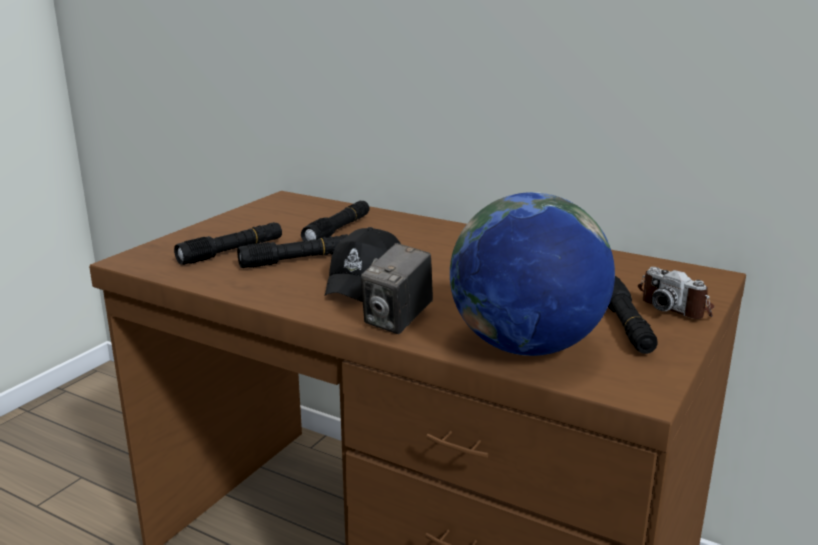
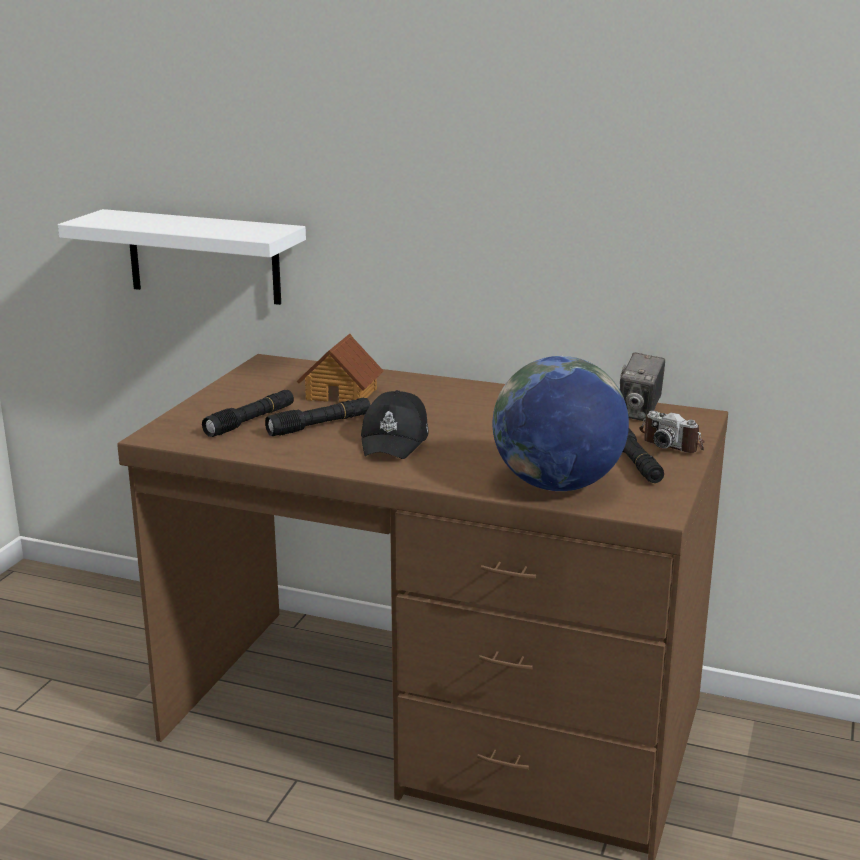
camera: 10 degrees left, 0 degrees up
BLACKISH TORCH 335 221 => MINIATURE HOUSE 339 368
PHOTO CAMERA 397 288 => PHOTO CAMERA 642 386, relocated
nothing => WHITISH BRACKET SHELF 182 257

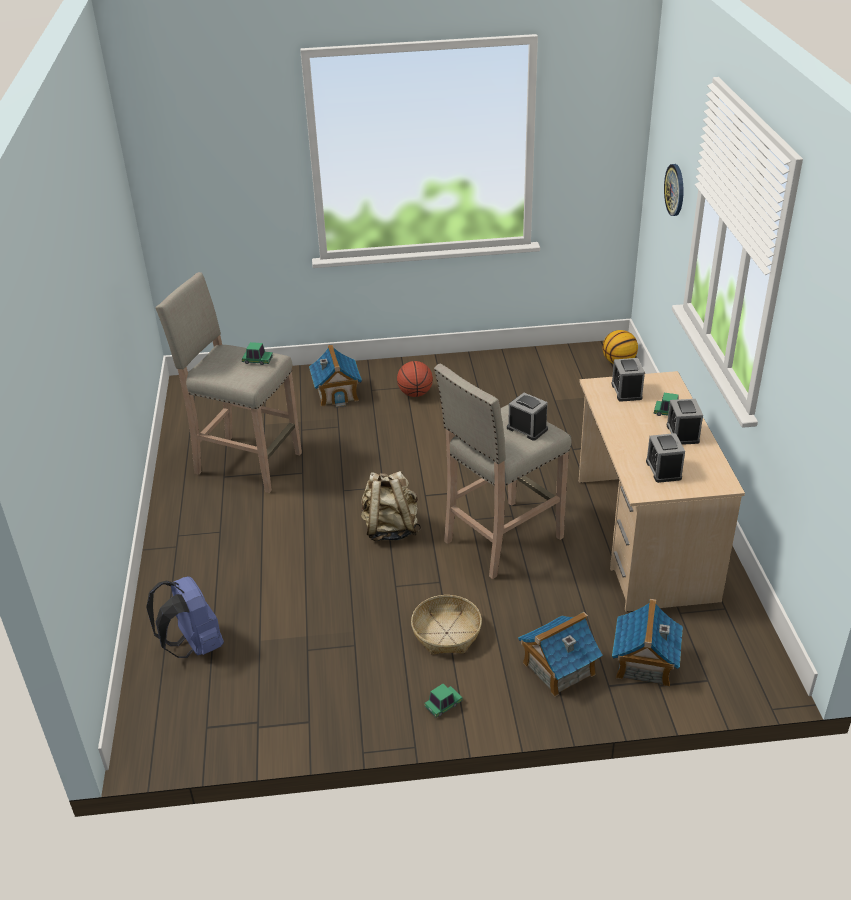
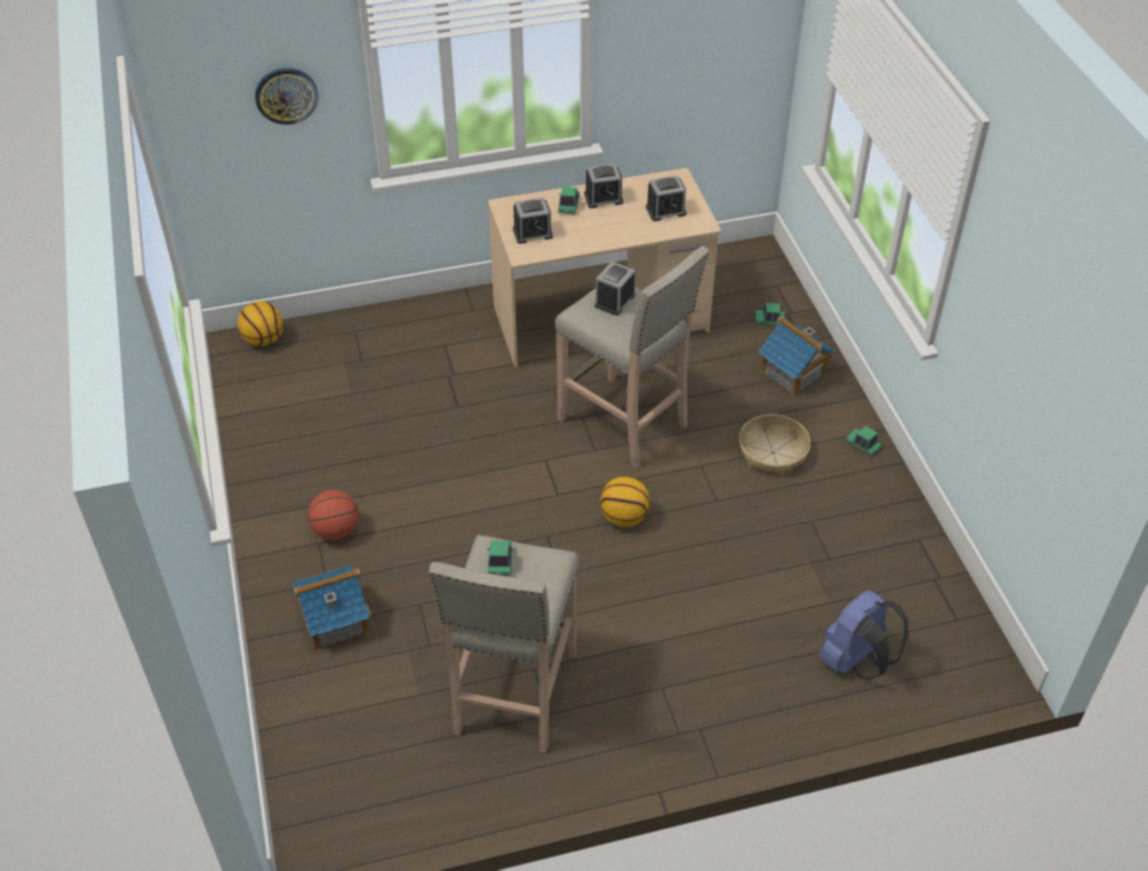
camera: 100 degrees left, 10 degrees up
SAND-COLOURED BACKPACK 391 506 => BASKETBALL BALL 625 501
MINIATURE HOUSE 647 643 => TOY CAR 770 314

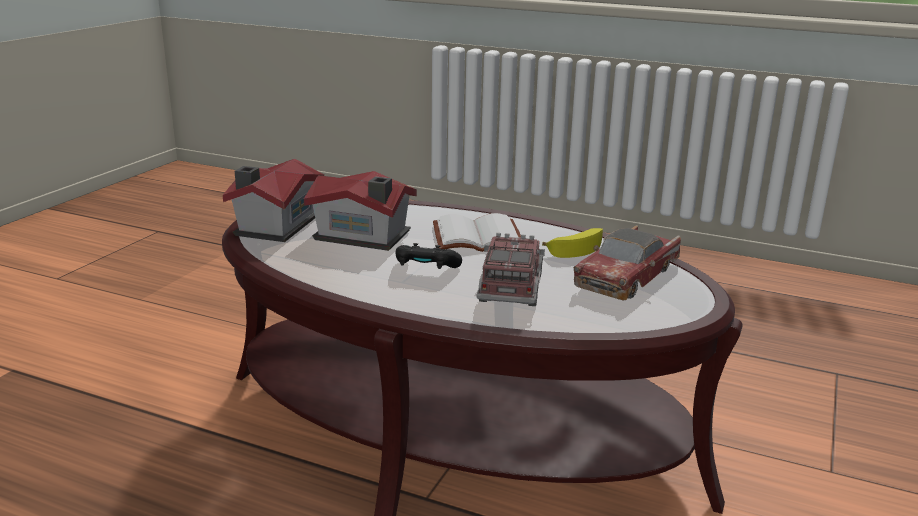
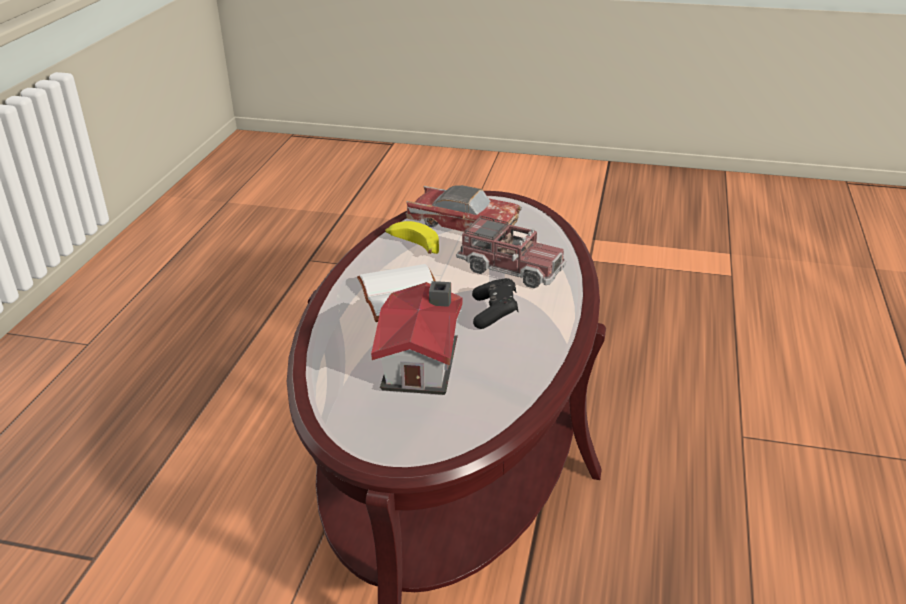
camera: 100 degrees left, 10 degrees up
MINIATURE HOUSE 273 200 => nothing
MODEL TRUCK 510 269 => MODEL TRUCK 511 252, 150 degrees counterclockwise

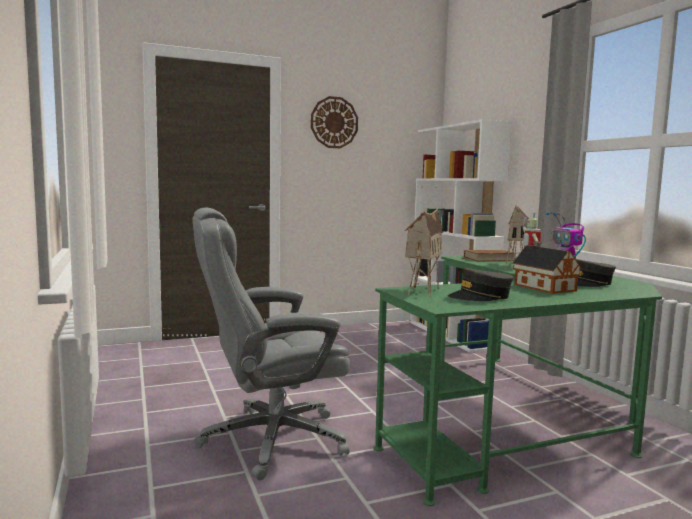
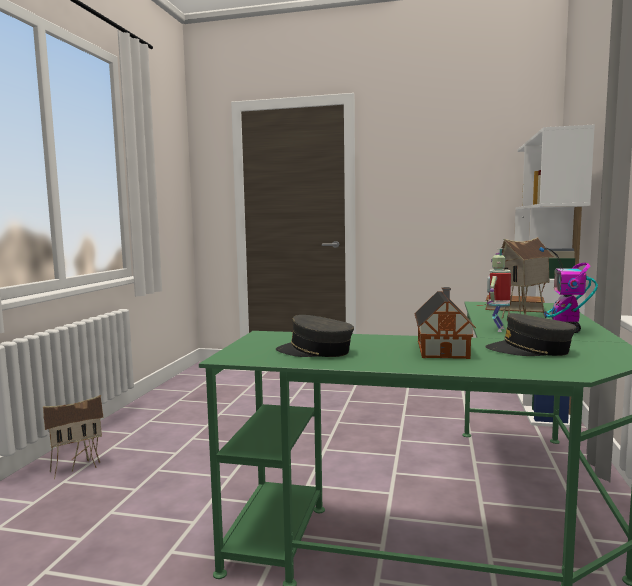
camera: 35 degrees right, 0 degrees up
GRAY COMPUTER CHAIR 271 344 => nothing
HANGING CLOCK 334 122 => nothing
MINIATURE HOUSE 423 252 => MINIATURE HOUSE 73 437, relocated

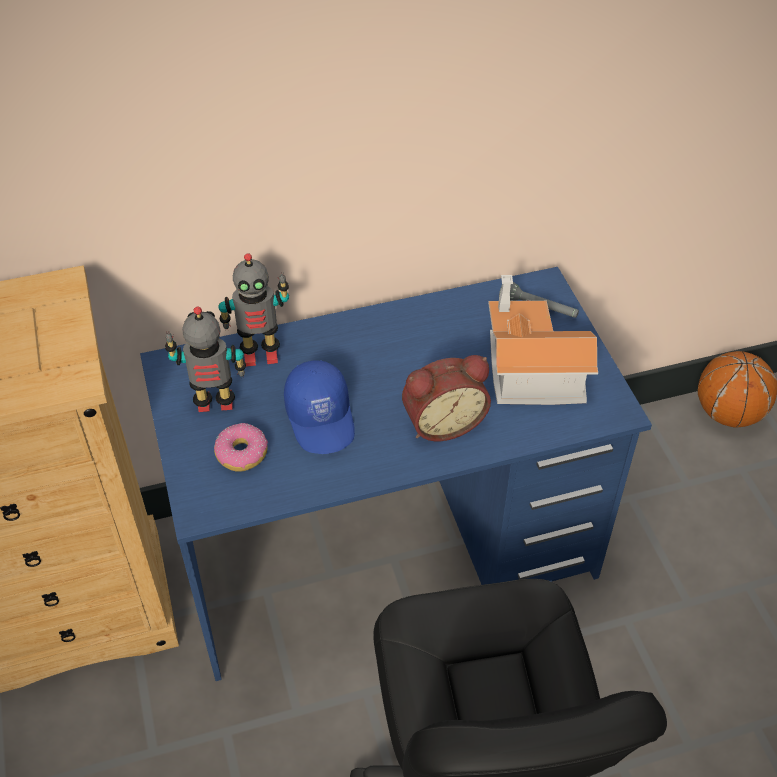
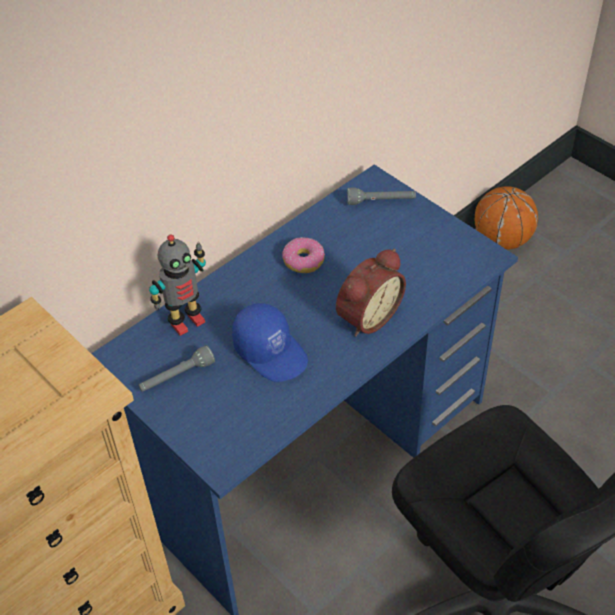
camera: 25 degrees left, 0 degrees up
ROBOT FIGURE 205 359 => GRAY TORCH 177 368
RING DOUGHNUT 241 447 => RING DOUGHNUT 303 255, relocated
MINIATURE HOUSE 543 340 => nothing

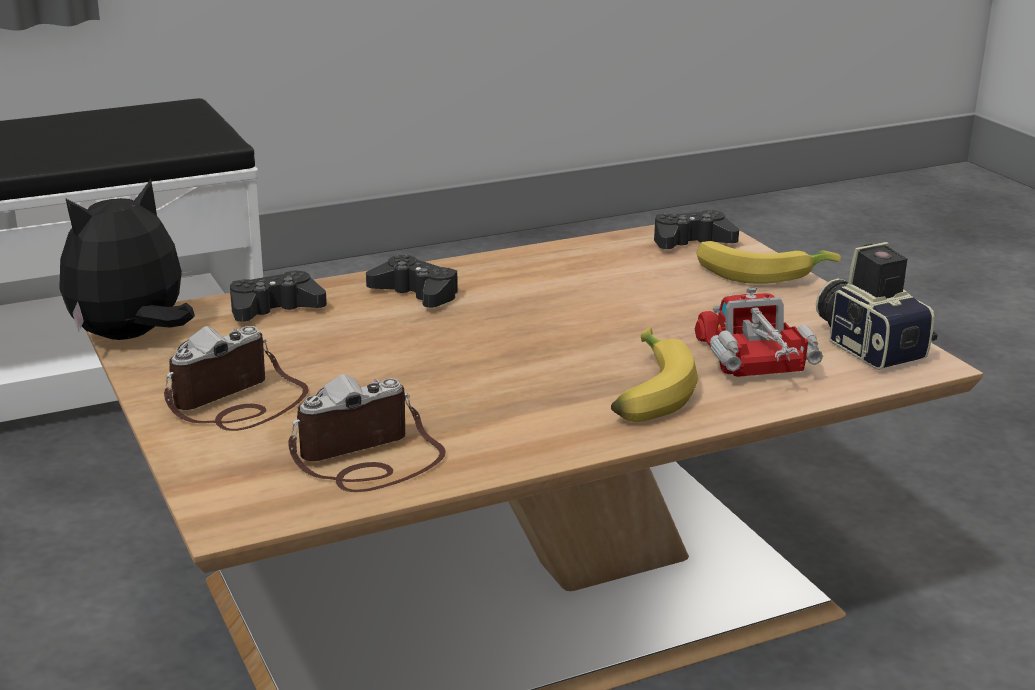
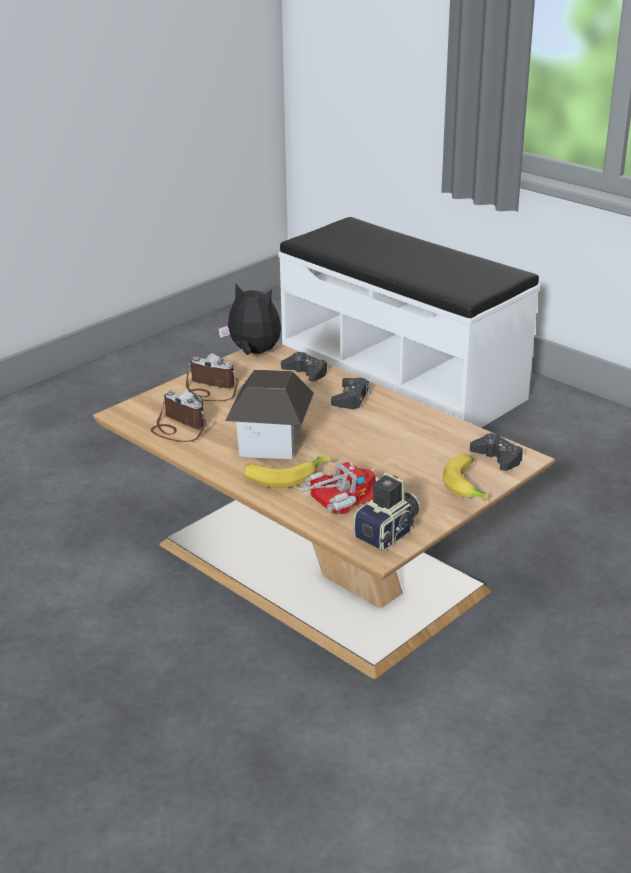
camera: 70 degrees right, 5 degrees up
nothing => MINIATURE HOUSE 269 414

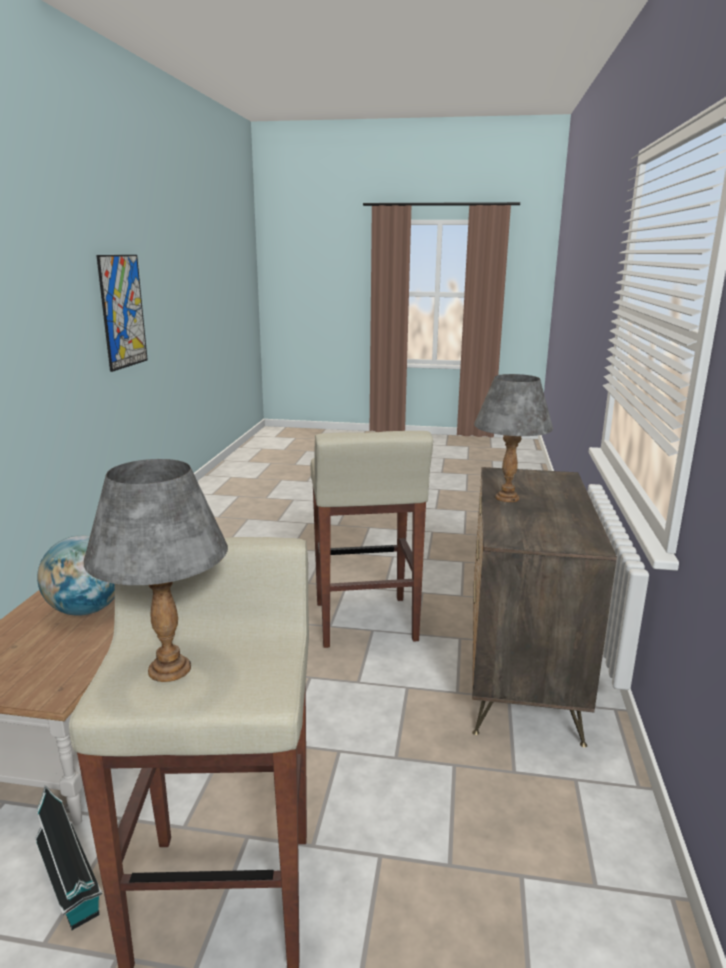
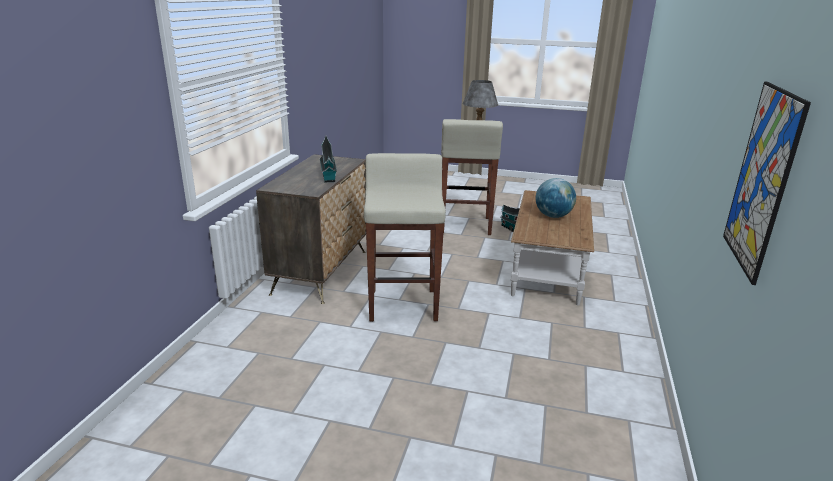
camera: 175 degrees left, 5 degrees up
GRAY TABLETOP LAMP 513 438 => MINIATURE HOUSE 328 159

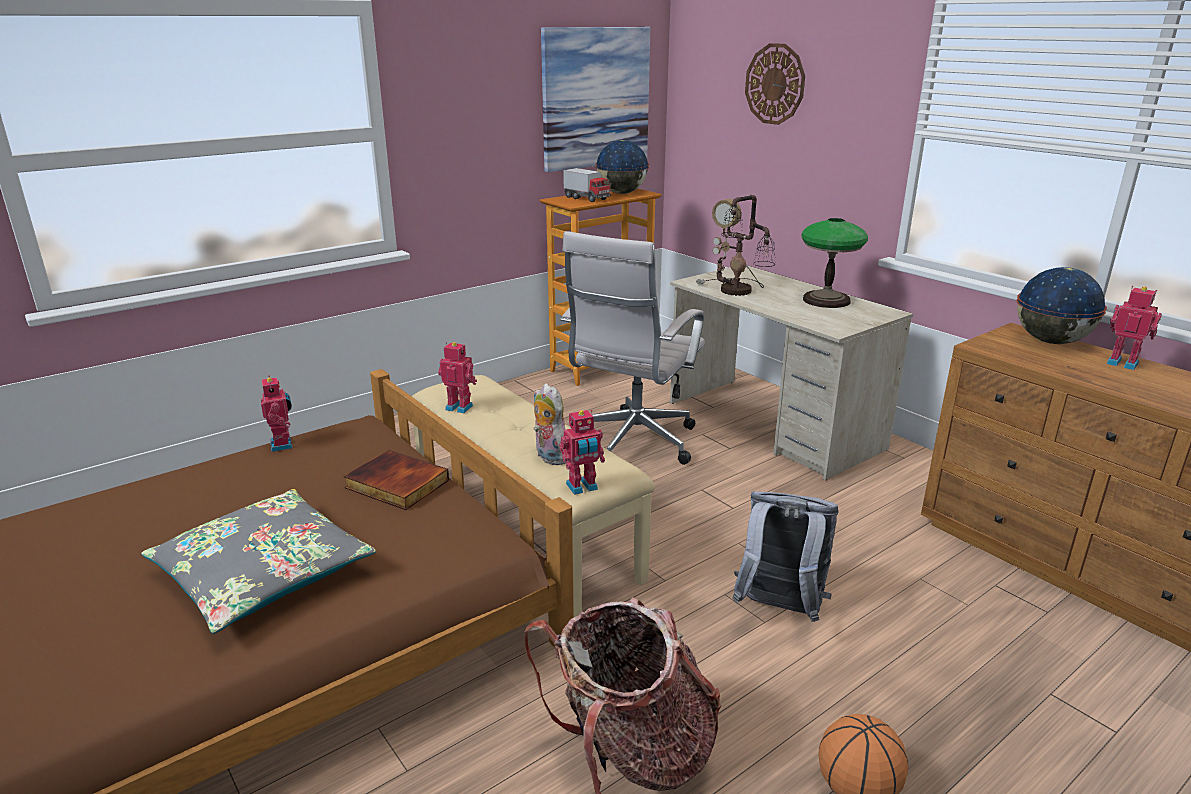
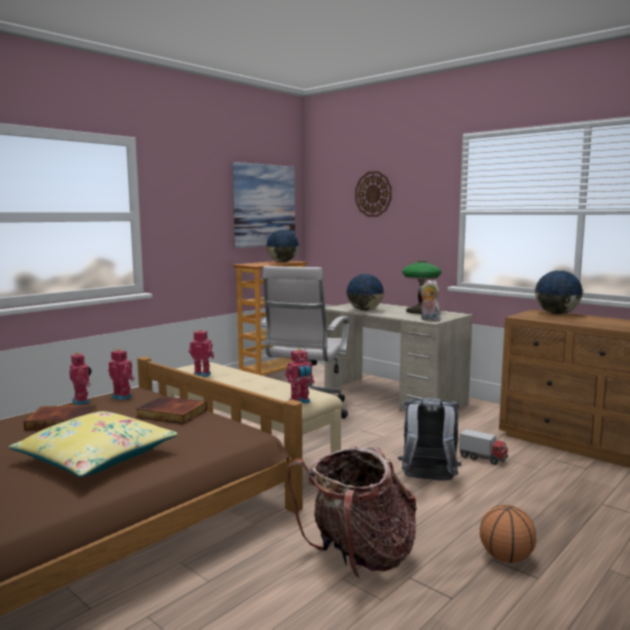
camera: 10 degrees left, 15 degrees down
GRAY THROW PILLOW 258 561 => YELLOWISH THROW PILLOW 93 444
SOFT TOY 549 424 => SOFT TOY 430 301, relocated
MODEL TRUCK 587 185 => MODEL TRUCK 483 447, relocated
TABLETOP LAMP 736 245 => WORLD GLOBE 365 292
ROBOT FIGURE 1134 328 => ROBOT FIGURE 121 374, relocated
nothing => VOLUME 60 418

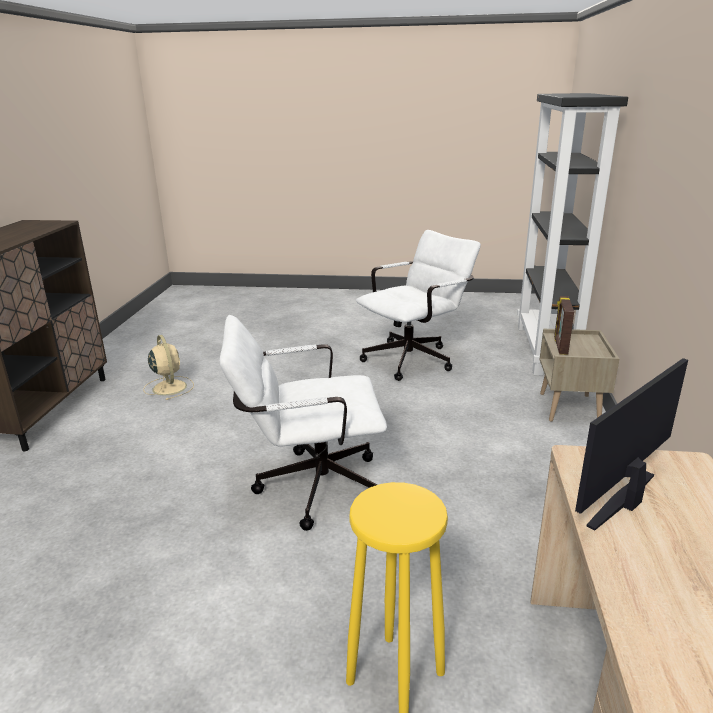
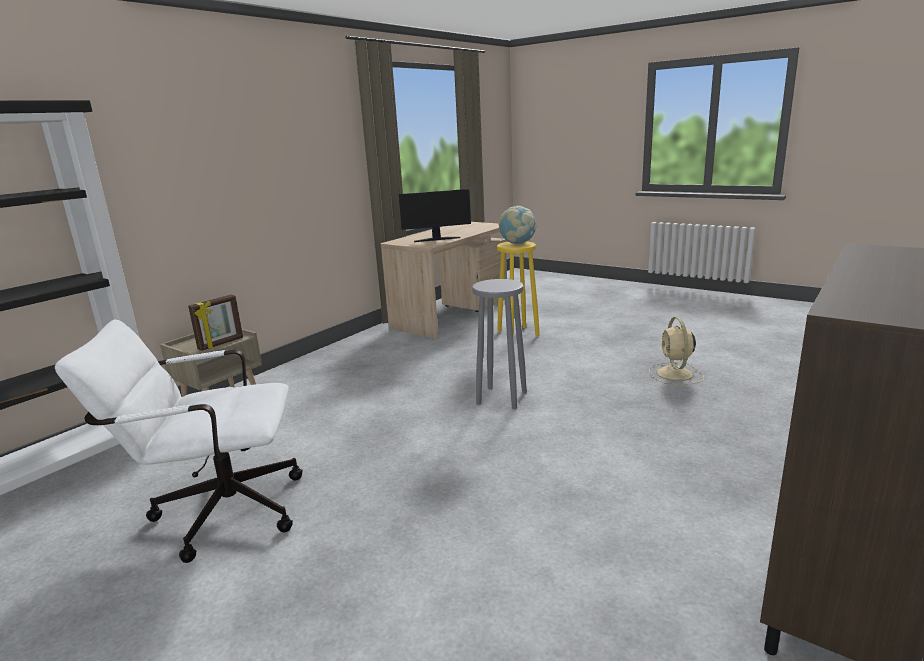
camera: 150 degrees left, 5 degrees down
SAND-COLOURED FAN 168 367 => SAND-COLOURED FAN 676 351, relocated
WHITISH COMPUTER CHAIR 303 423 => GRAY SITTING STOOL 499 344
nothing => WORLD GLOBE 517 225

